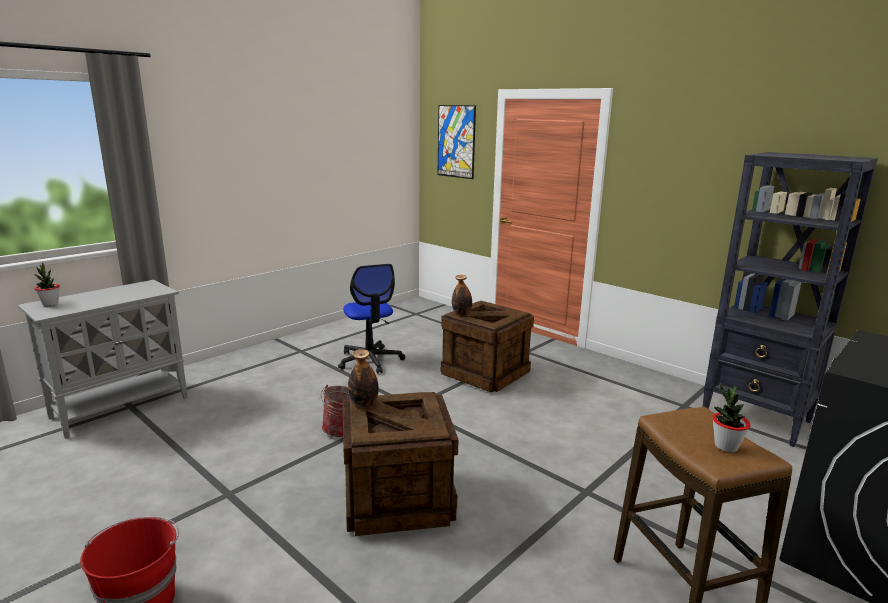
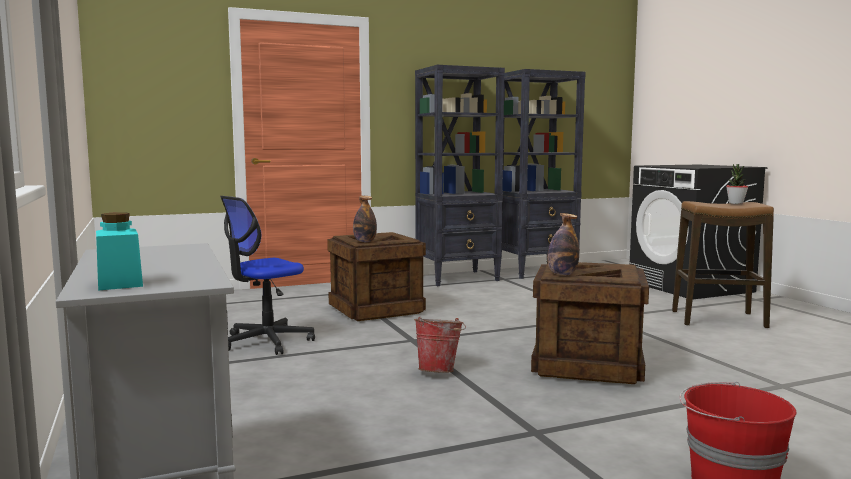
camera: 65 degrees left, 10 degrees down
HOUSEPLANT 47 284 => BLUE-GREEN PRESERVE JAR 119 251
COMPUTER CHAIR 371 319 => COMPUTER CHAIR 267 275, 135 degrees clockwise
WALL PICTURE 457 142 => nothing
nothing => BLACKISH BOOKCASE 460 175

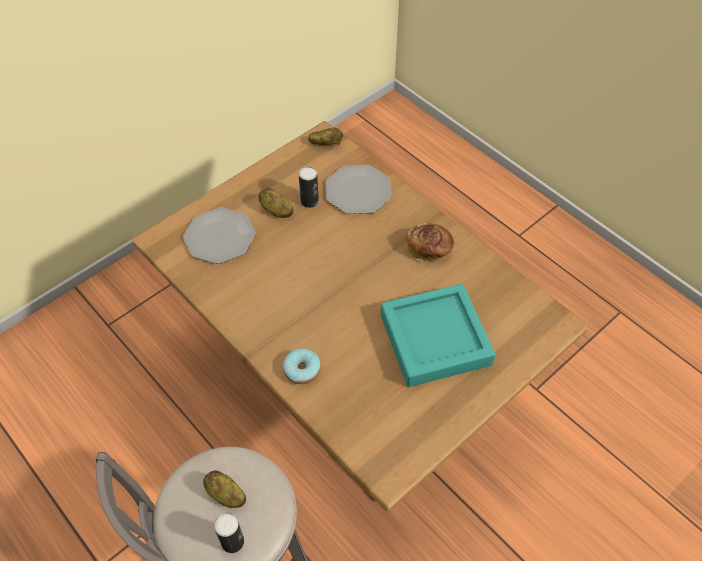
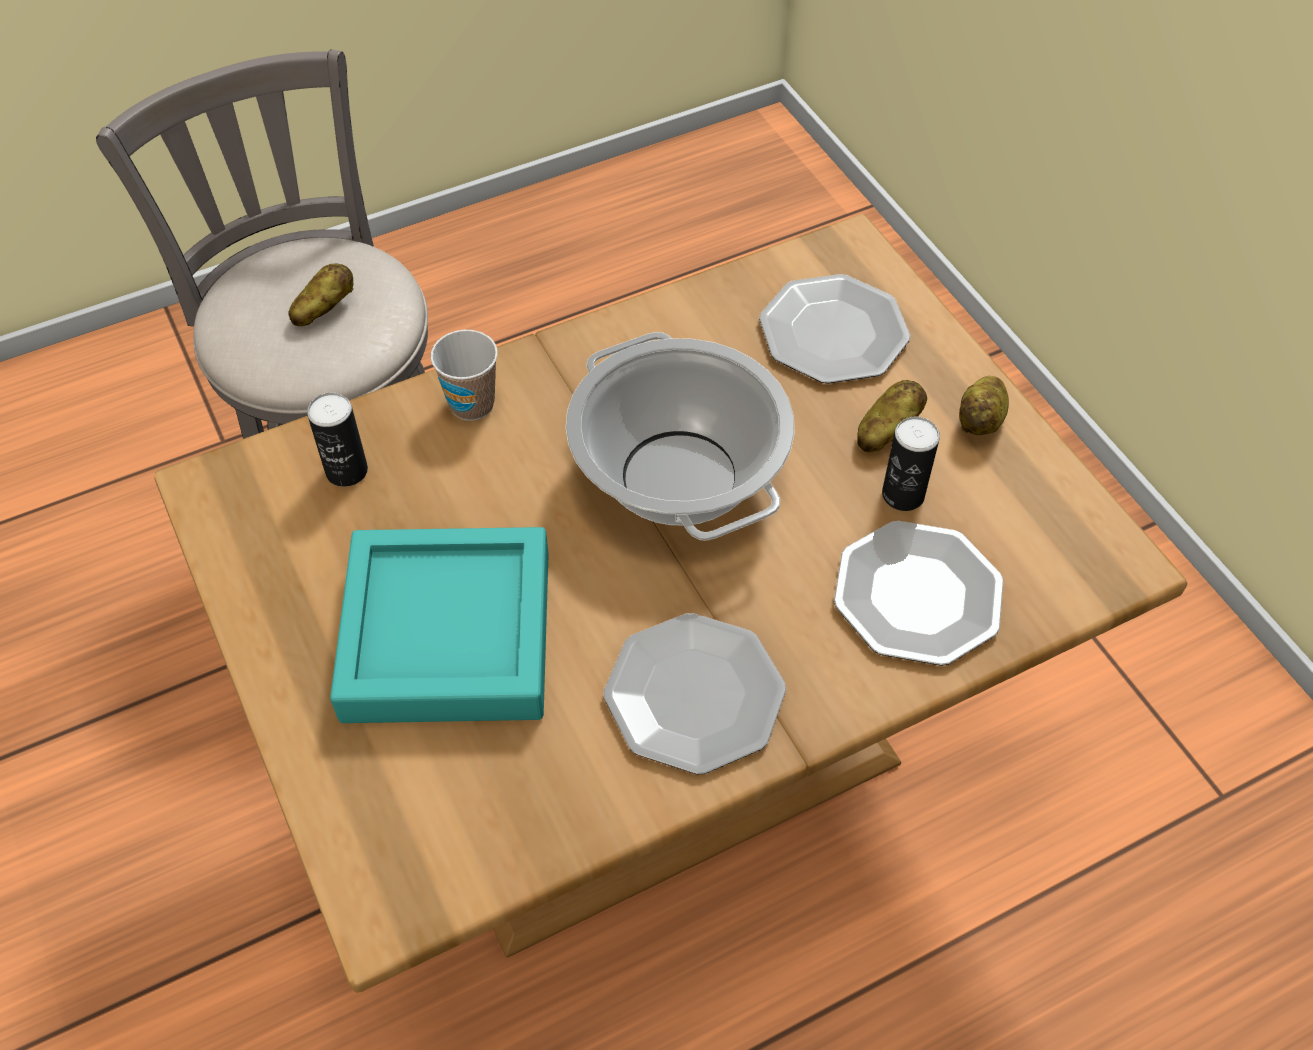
camera: 105 degrees right, 0 degrees up
SEALED CAN 229 533 => SEALED CAN 337 439, relocated
RING DOUGHNUT 302 366 => CUP 464 375
POTATO 325 136 => POTATO 984 405, relocated
BAKERY BREAD 430 243 => PLATE 694 693
nothing => COOKING POT 680 436

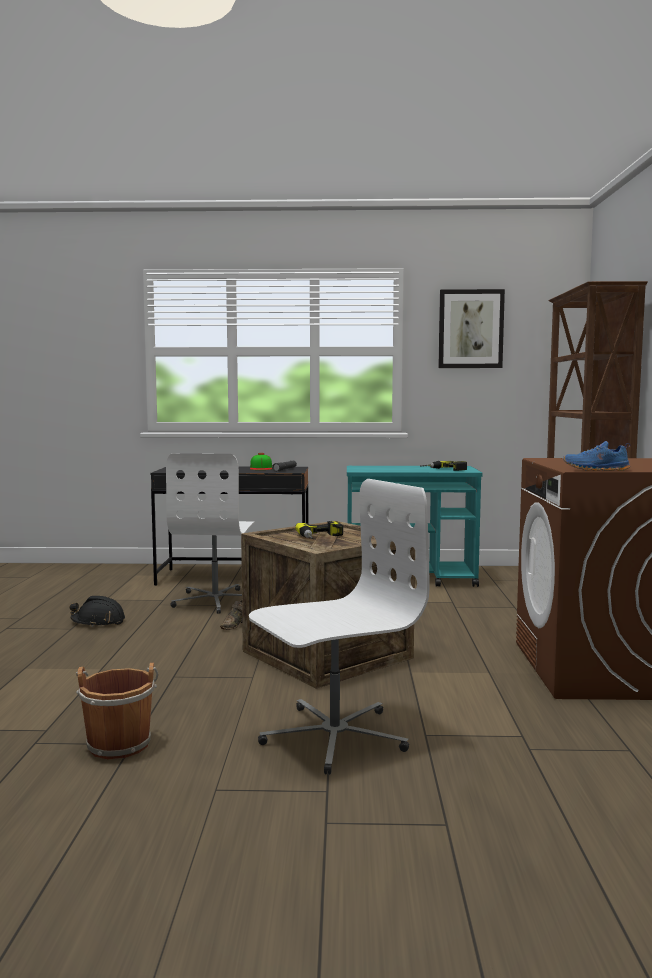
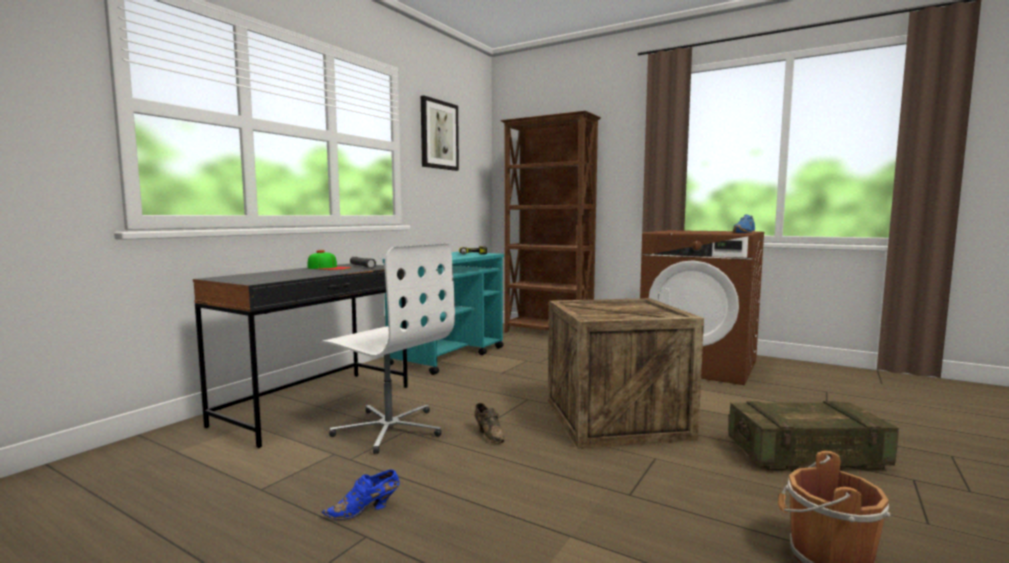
camera: 60 degrees left, 0 degrees up
BLACKISH SAFETY HELMET 97 611 => BLUISH ITEM OF FOOTWEAR 360 494
WHITISH COMPUTER CHAIR 339 627 => PACKING CRATE 814 435
ELECTRIC DRILL 319 529 => nothing

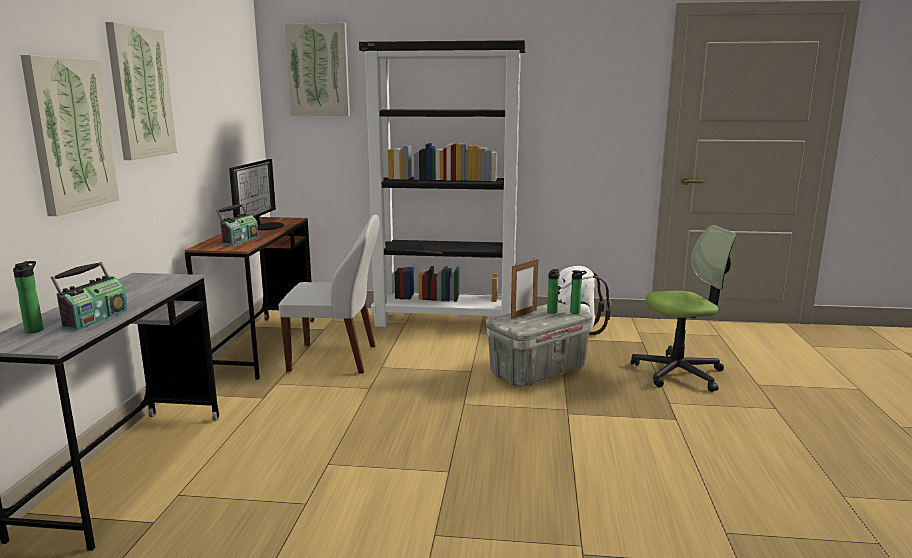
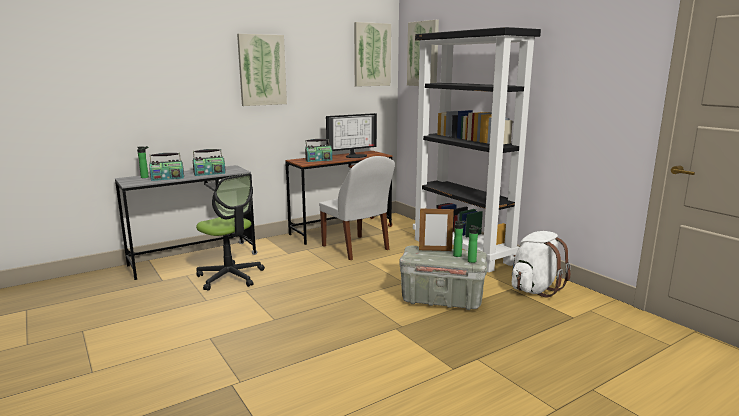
camera: 50 degrees right, 0 degrees up
WALL PICTURE 69 135 => WALL PICTURE 372 54, relocated
COMPUTER CHAIR 683 308 => COMPUTER CHAIR 230 232, relocated
nothing => RADIO SET 209 162

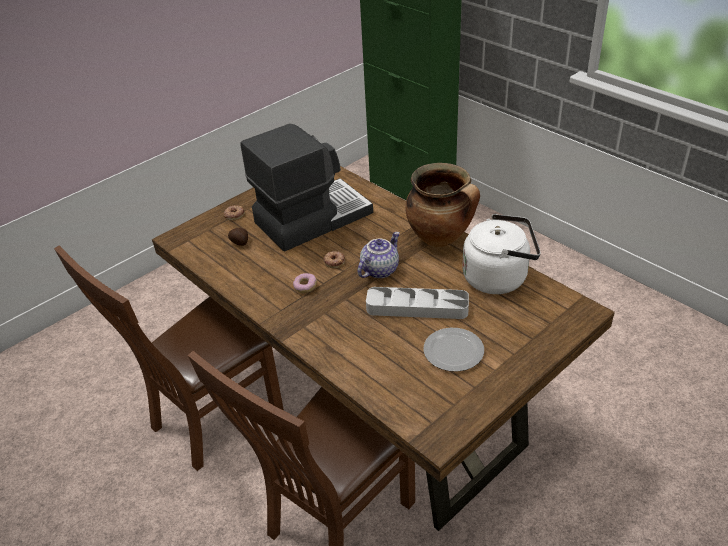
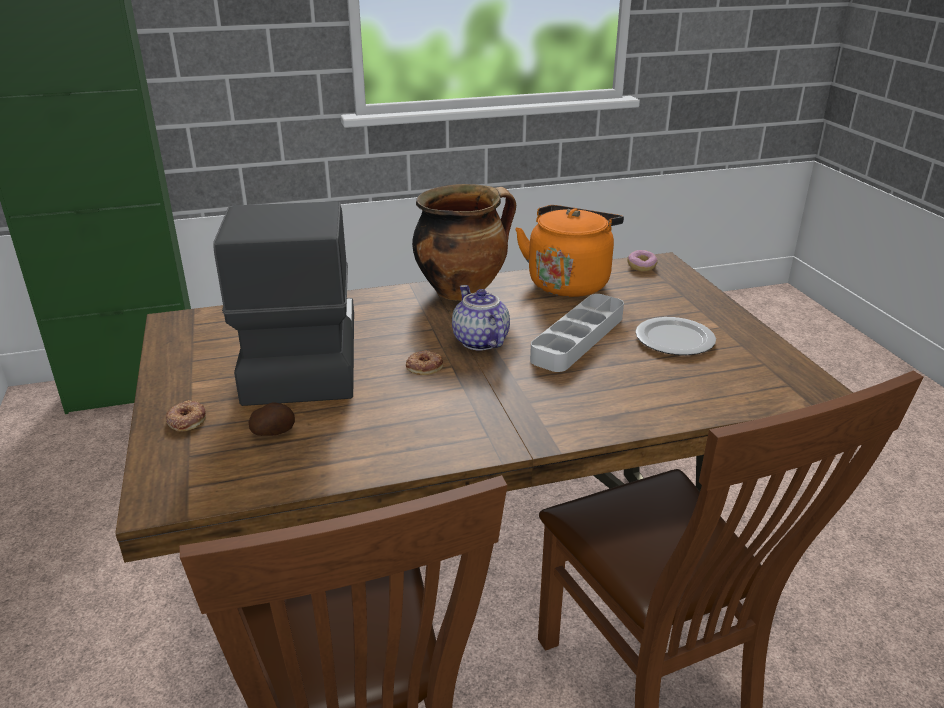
camera: 65 degrees left, 10 degrees down
RING DOUGHNUT 305 283 => RING DOUGHNUT 642 261, relocated
WHITISH TEA KETTLE 501 254 => ORANGE-COLOURED TEA KETTLE 569 251

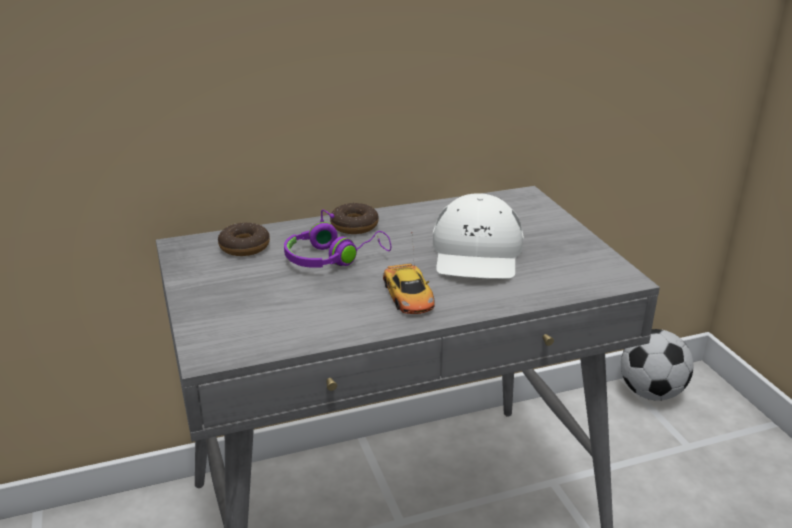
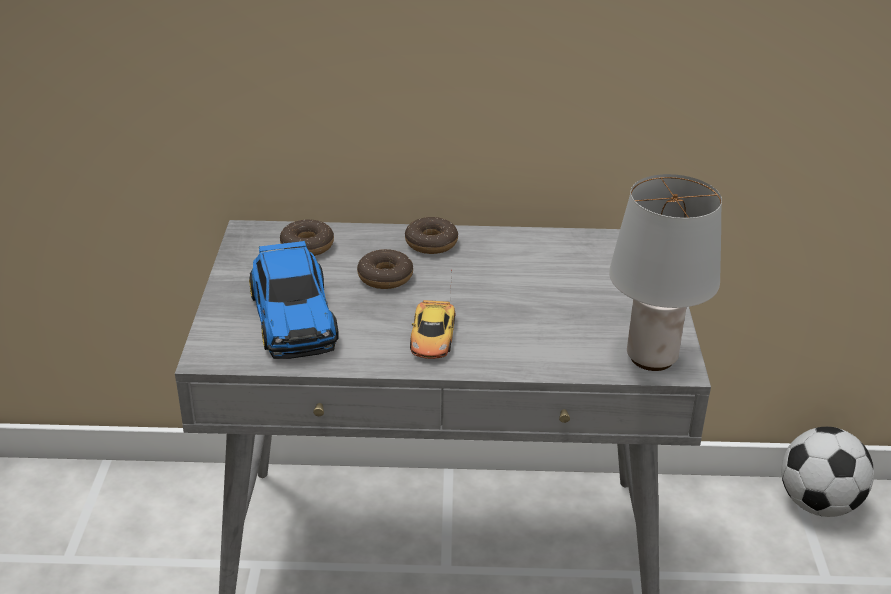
camera: 20 degrees right, 5 degrees up
PURPLE HEADSET 337 239 => RING DOUGHNUT 385 269
WHITISH CAP 478 236 => nothing
nothing => TOY CAR 294 299
nothing => GRAY TABLETOP LAMP 665 272

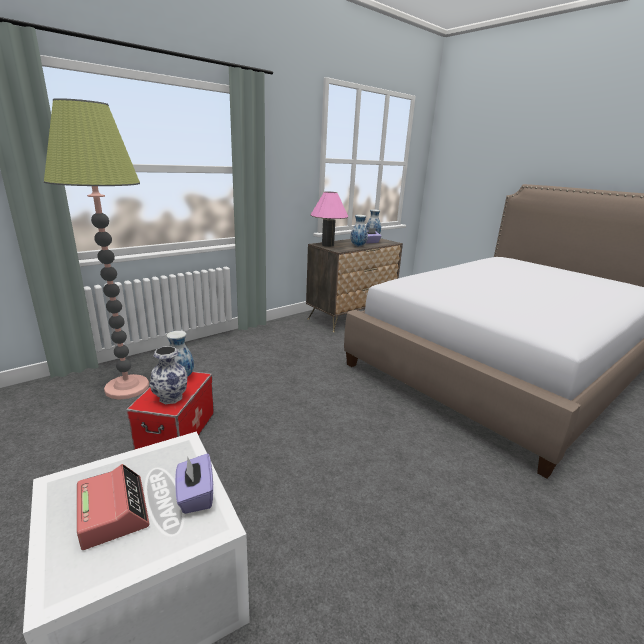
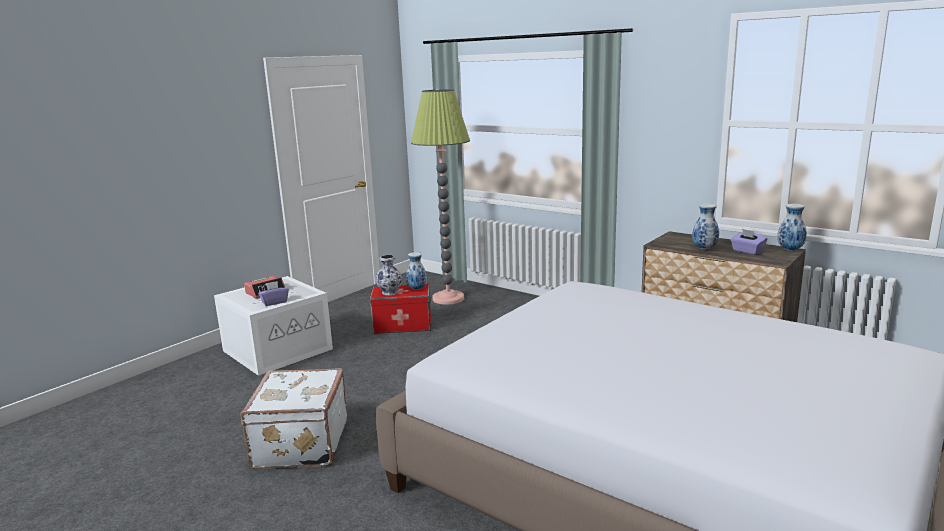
camera: 80 degrees right, 5 degrees down
PINK TABLETOP LAMP 329 219 => nothing
nothing => WHITISH TRAVEL CASE 294 418

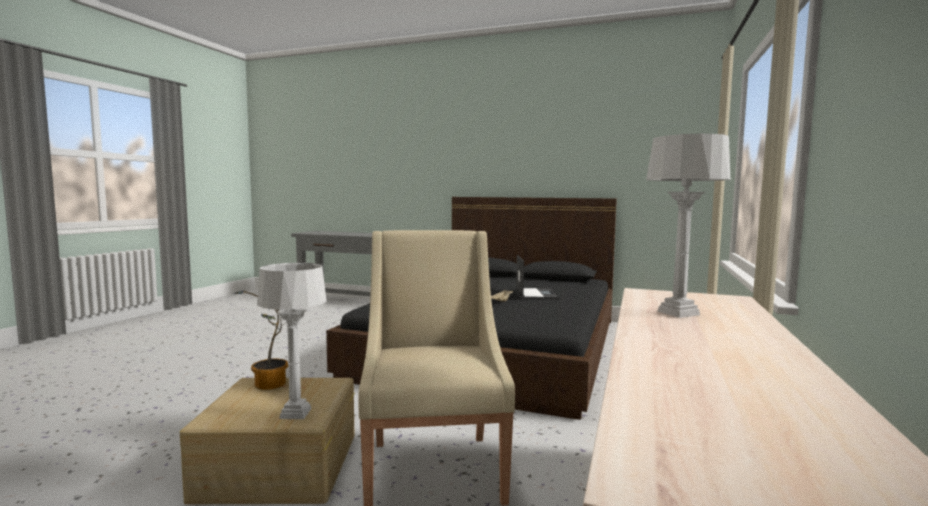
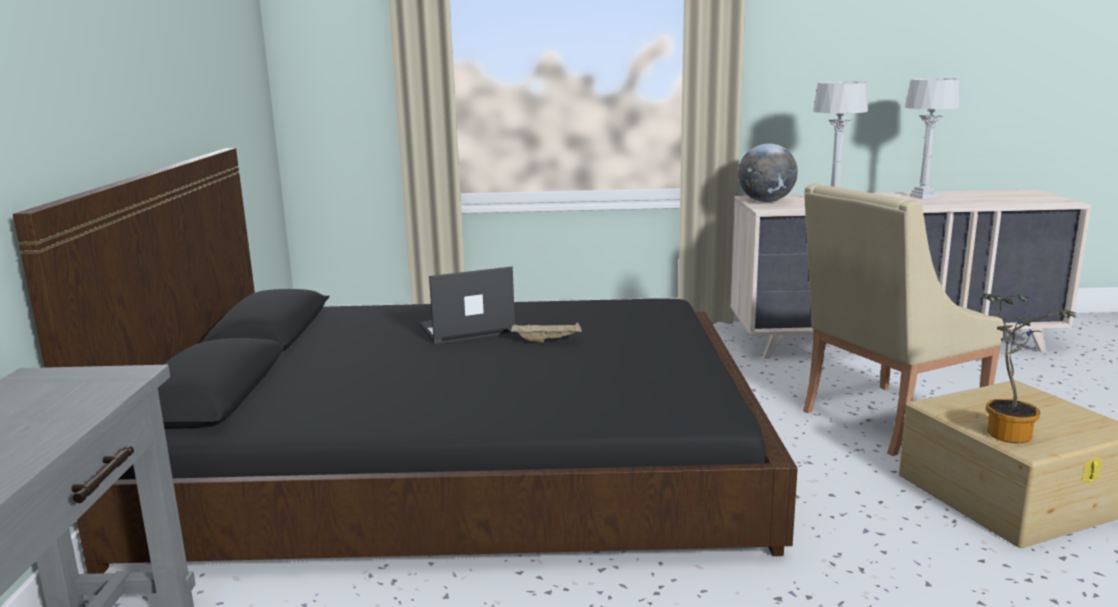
camera: 110 degrees left, 10 degrees up
GRAY TABLETOP LAMP 292 341 => GRAY TABLETOP LAMP 932 138, relocated
nothing => WORLD GLOBE 768 172

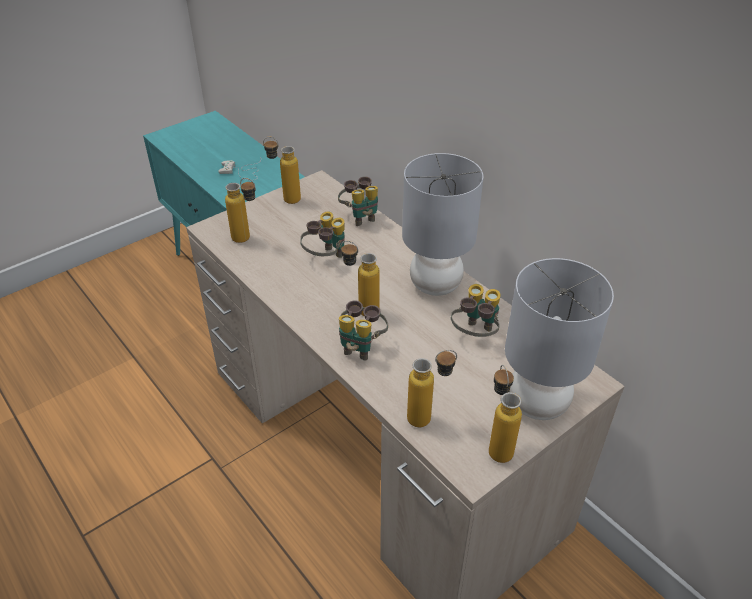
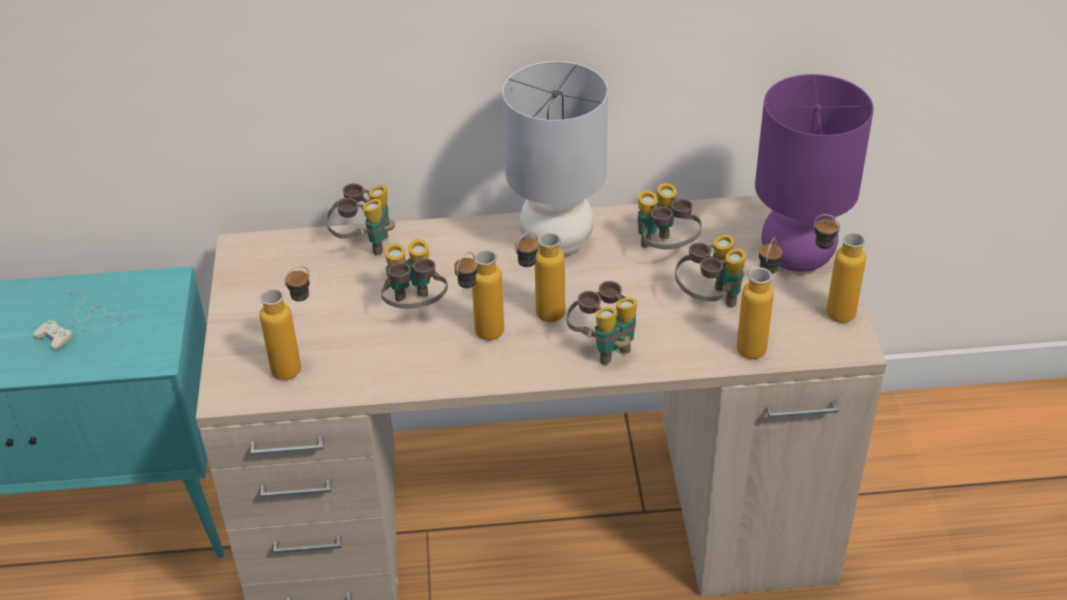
camera: 55 degrees left, 0 degrees up
DRINK BOTTLE 282 170 => DRINK BOTTLE 479 295, relocated
GRAY TABLETOP LAMP 559 339 => PURPLE TABLETOP LAMP 814 173
nothing => PAIR OF BINOCULARS 710 270

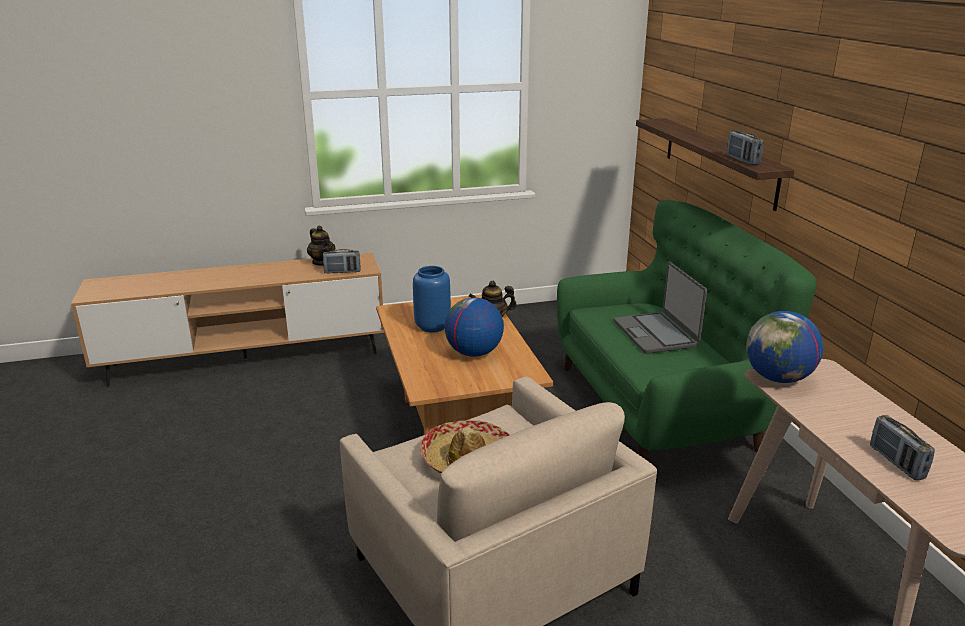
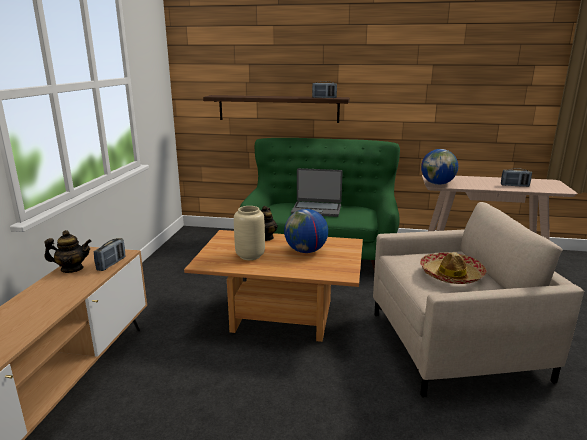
camera: 65 degrees left, 5 degrees down
BLUISH VASE 432 299 => SAND-COLOURED VASE 249 233

